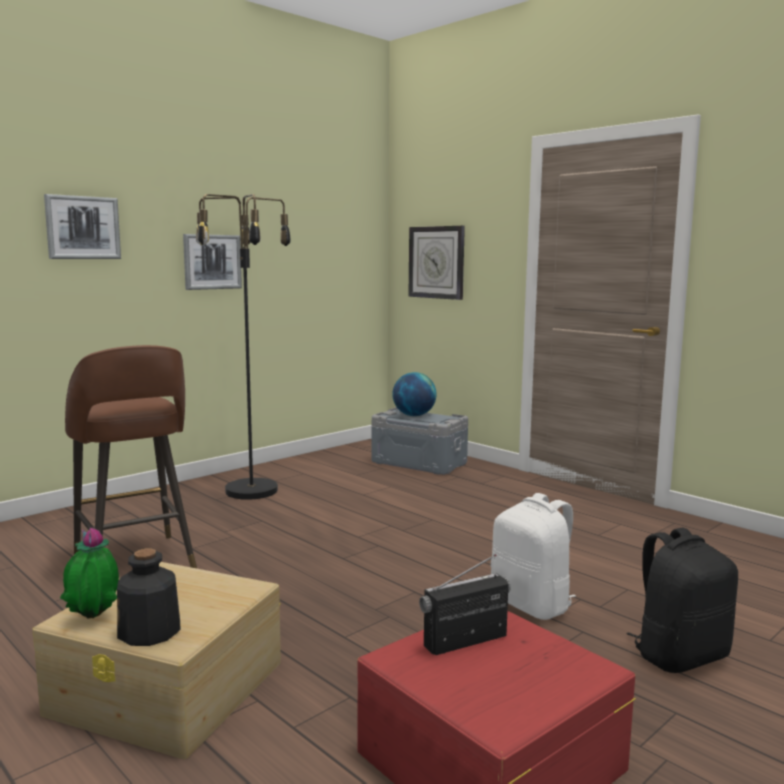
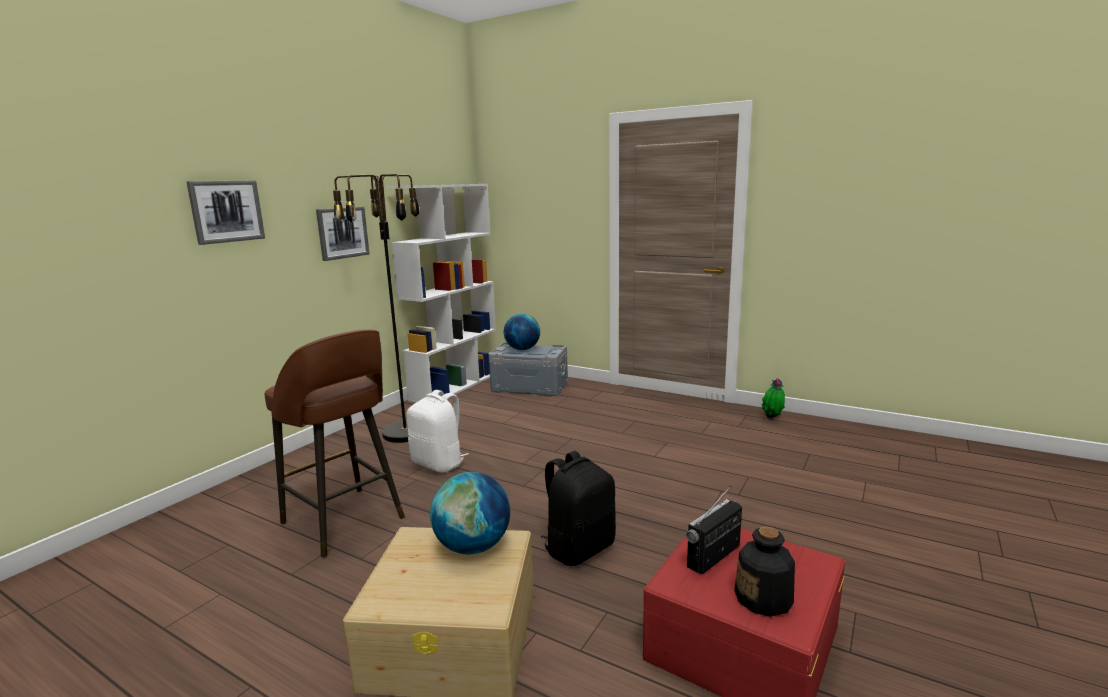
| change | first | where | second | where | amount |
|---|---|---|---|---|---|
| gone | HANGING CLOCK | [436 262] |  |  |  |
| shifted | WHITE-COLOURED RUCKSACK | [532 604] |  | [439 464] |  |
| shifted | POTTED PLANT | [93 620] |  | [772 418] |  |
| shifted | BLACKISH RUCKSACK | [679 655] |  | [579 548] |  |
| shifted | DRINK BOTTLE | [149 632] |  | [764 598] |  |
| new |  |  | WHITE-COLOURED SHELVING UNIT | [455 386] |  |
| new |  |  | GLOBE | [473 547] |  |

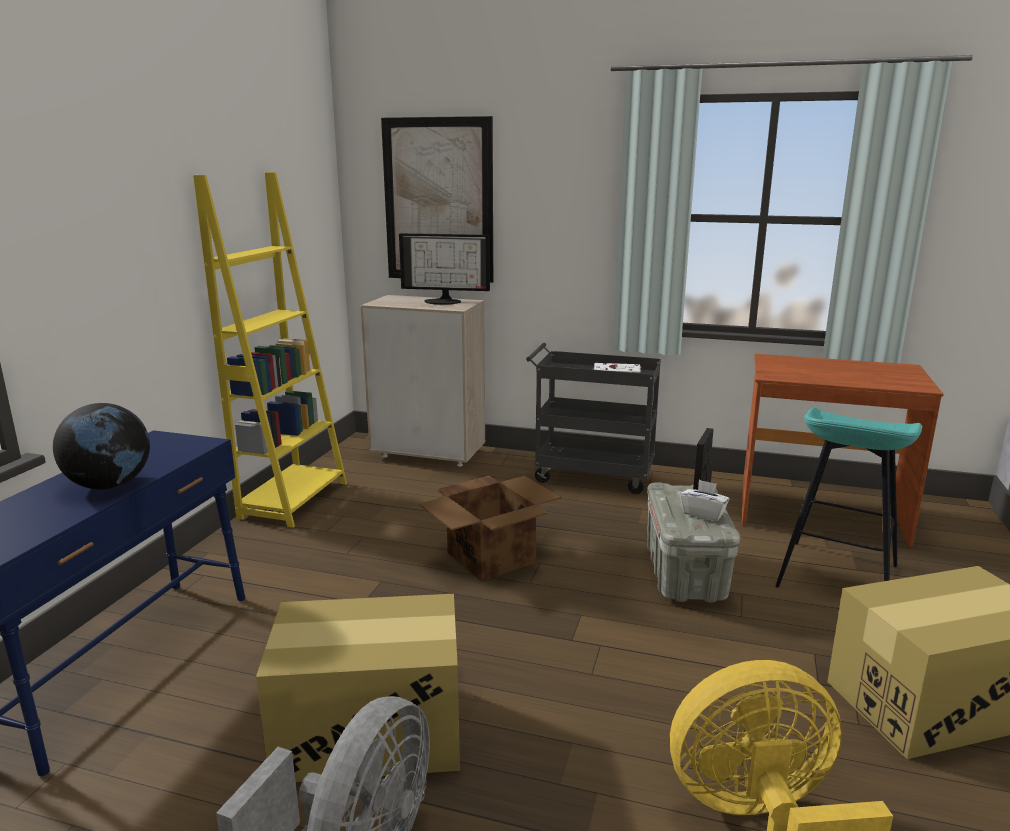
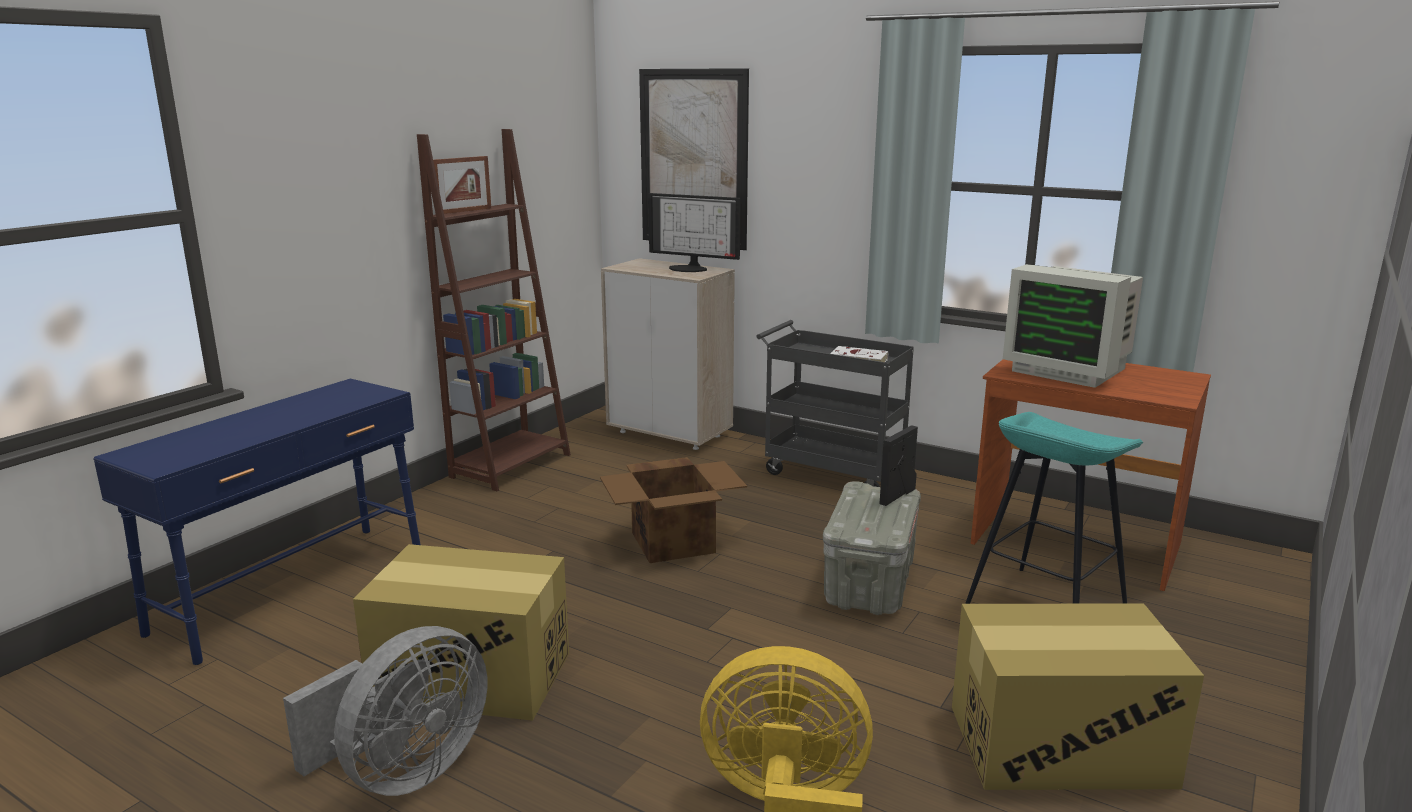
| change | first | where | second | where | amount |
|---|---|---|---|---|---|
| repainted | YELLOW SHELVING UNIT | [293 500] | BROWNISH SHELVING UNIT | [510 465] |  |
| gone | GLOBE | [110 485] |  |  |  |
| gone | WHITE-COLOURED BOX OF TISSUES | [703 513] |  |  |  |
| new |  |  | STANDING FRAME | [464 211] |  |
| new |  |  | MONITOR | [1068 369] |  |

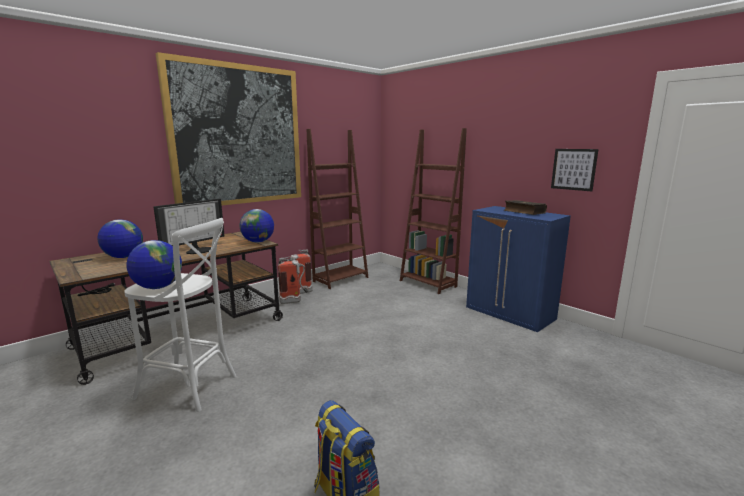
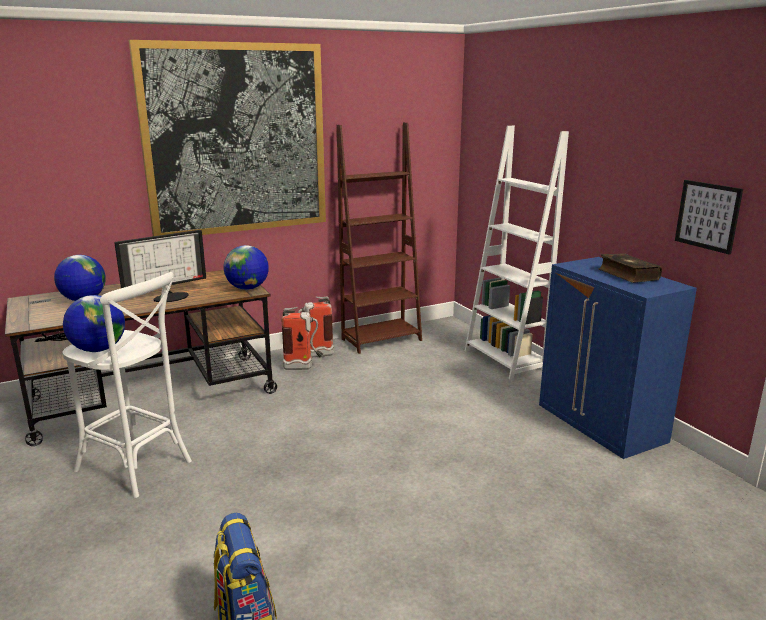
| change | first | where | second | where | amount |
|---|---|---|---|---|---|
| repainted | BROWNISH SHELVING UNIT | [428 283] | WHITE-COLOURED SHELVING UNIT | [504 360] |  |

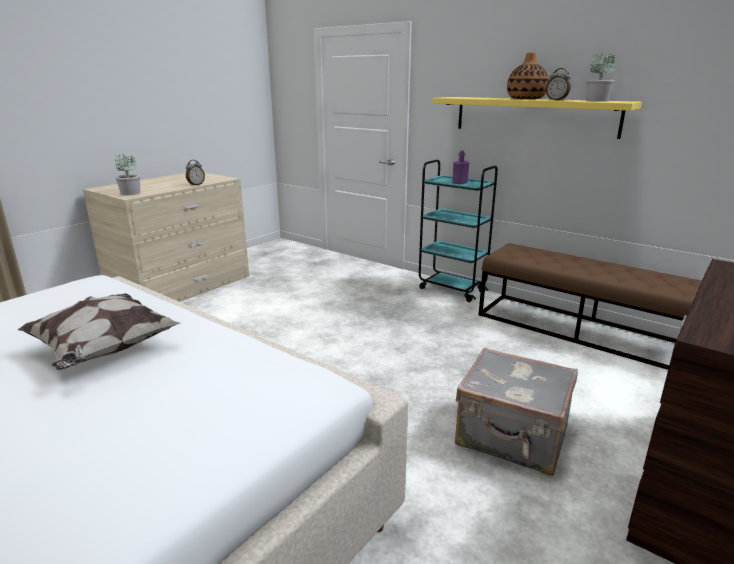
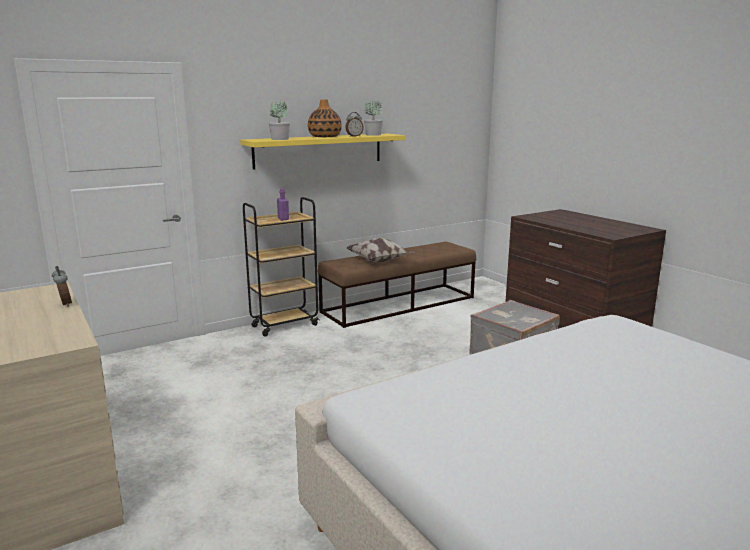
| change | first | where | second | where | amount |
|---|---|---|---|---|---|
| shifted | POTTED PLANT | [130 193] |  | [280 139] |  |
| repainted | BLUE-GREEN CART | [452 290] | BROWNISH CART | [285 325] |  |
| shifted | PILLOW | [104 351] |  | [379 261] |  |

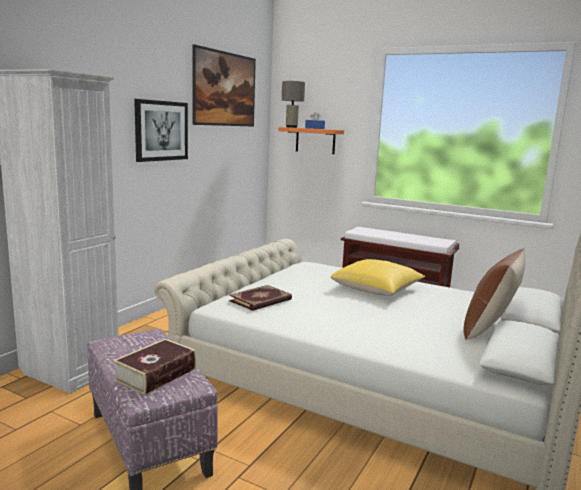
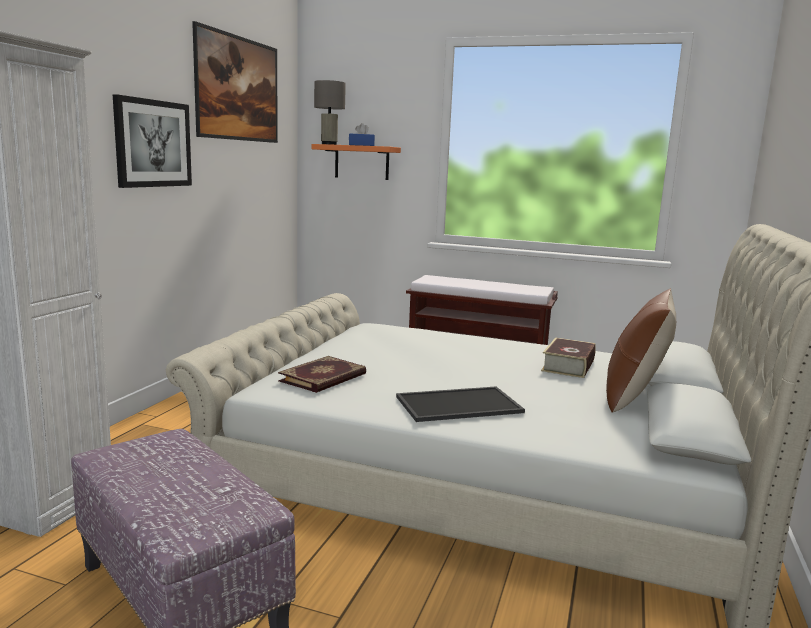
| change | first | where | second | where | amount |
|---|---|---|---|---|---|
| gone | YELLOW PILLOW | [377 289] |  |  |  |
| shifted | BOOK | [156 374] |  | [568 366] |  |
| new |  |  | CARRYING TRAY | [458 405] |  |

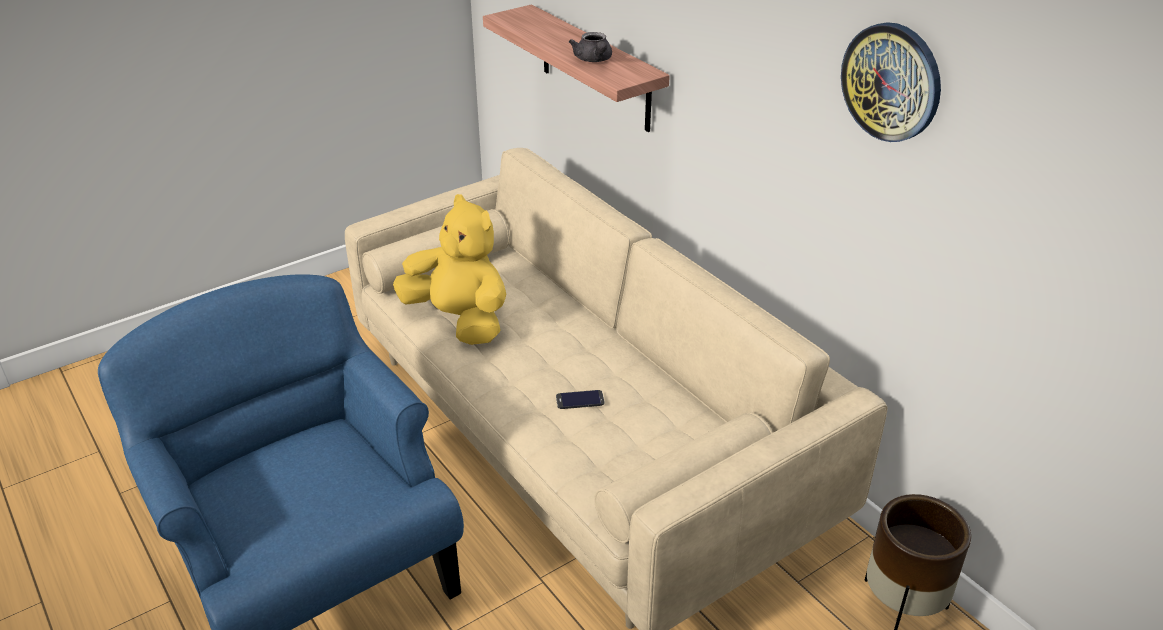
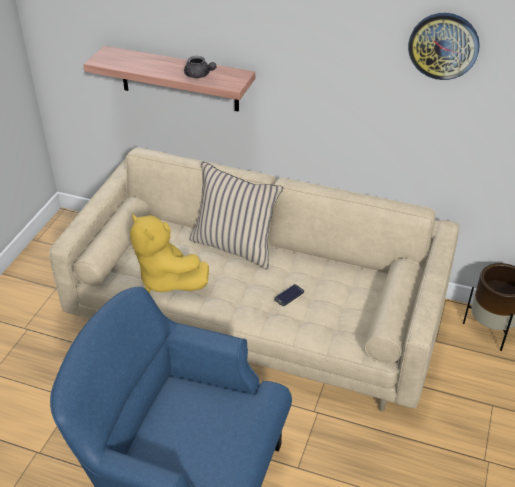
| change | first | where | second | where | amount |
|---|---|---|---|---|---|
| rotated | YELLOW CUDDLY TOY | [459 320] |  | [167 280] | 135 degrees counterclockwise |
| new |  |  | BEIGE PILLOW | [235 246] |  |

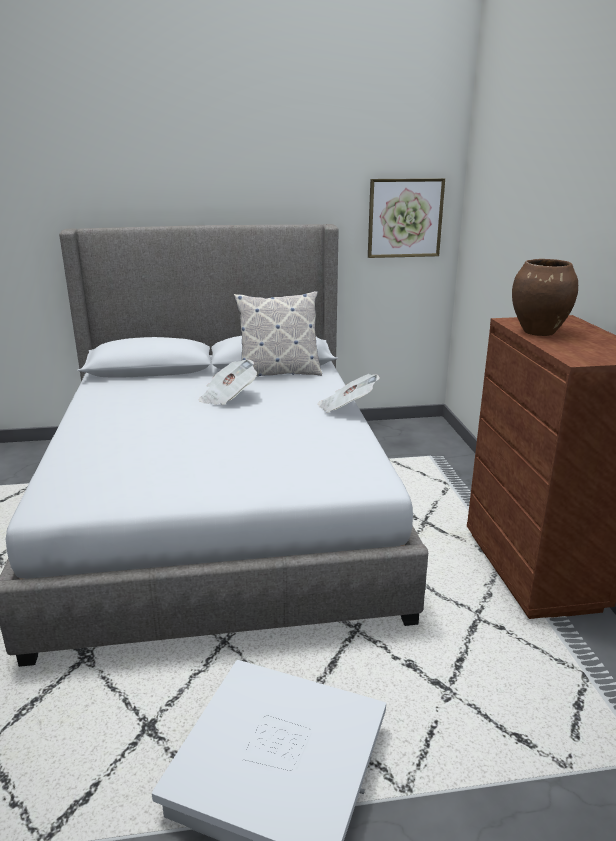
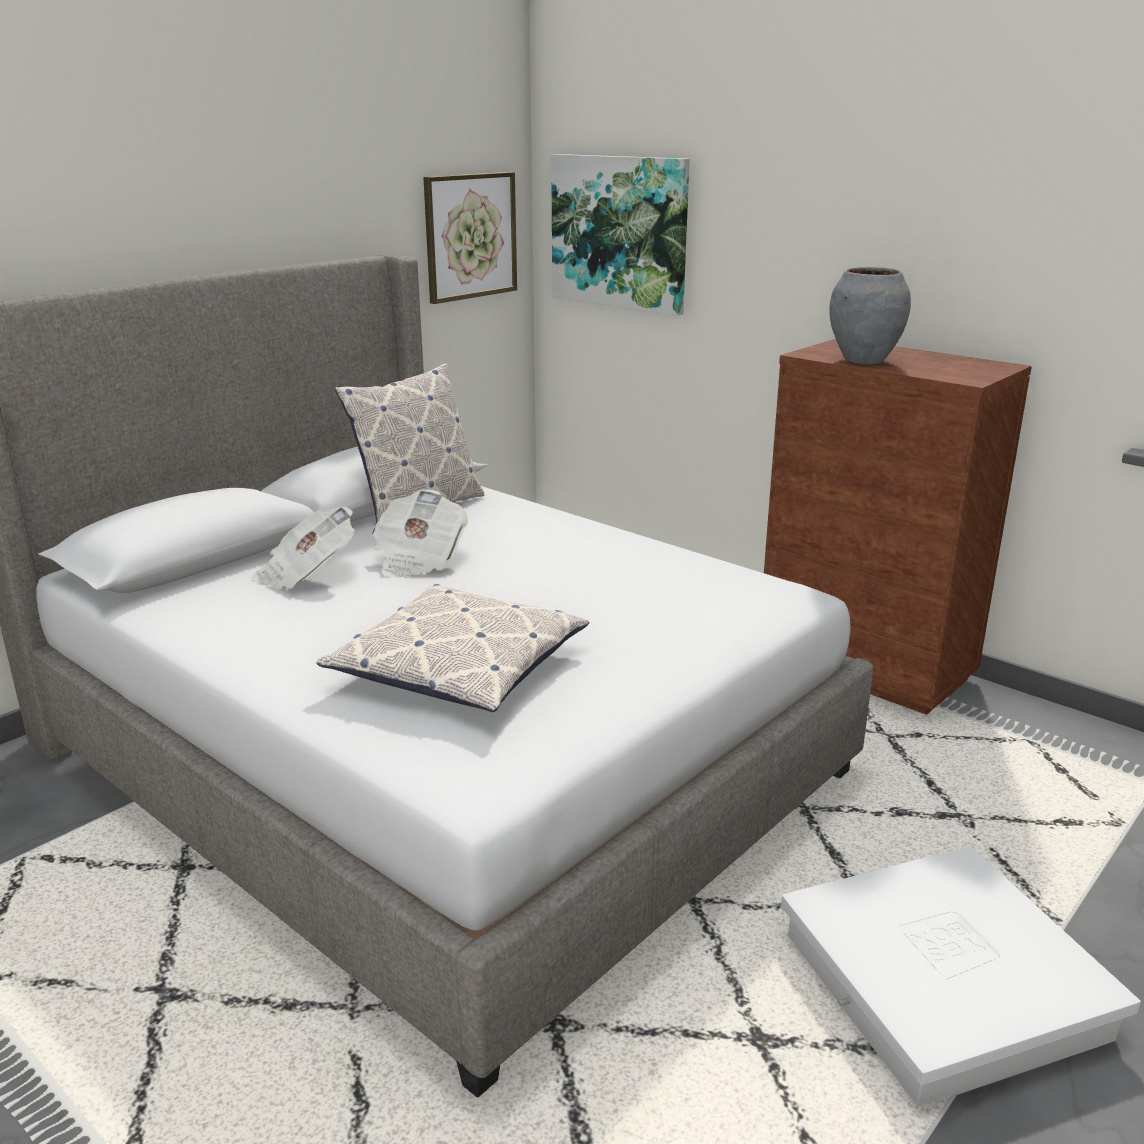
| change | first | where | second | where | amount |
|---|---|---|---|---|---|
| repainted | BROWNISH VASE | [539 332] | GREYISH VASE | [865 360] |  |
| shifted | NEWSPAPER | [346 408] |  | [306 574] |  |
| new |  |  | PICTURE | [619 232] |  |
| new |  |  | PILLOW | [459 665] |  |

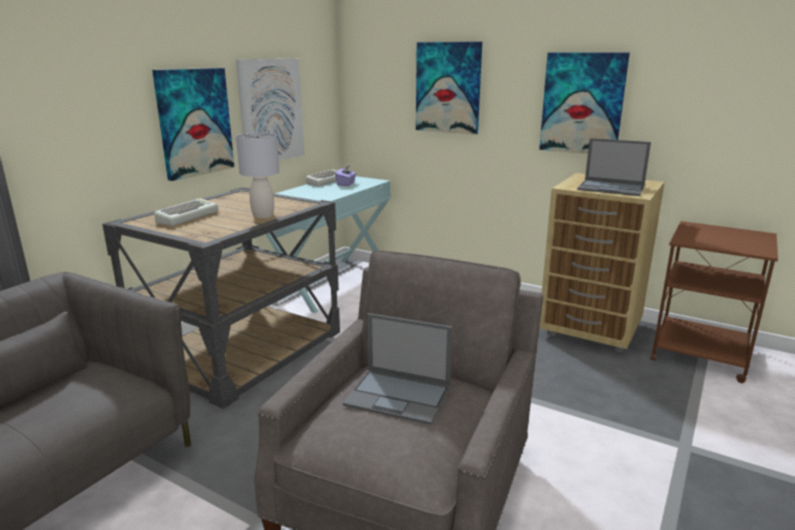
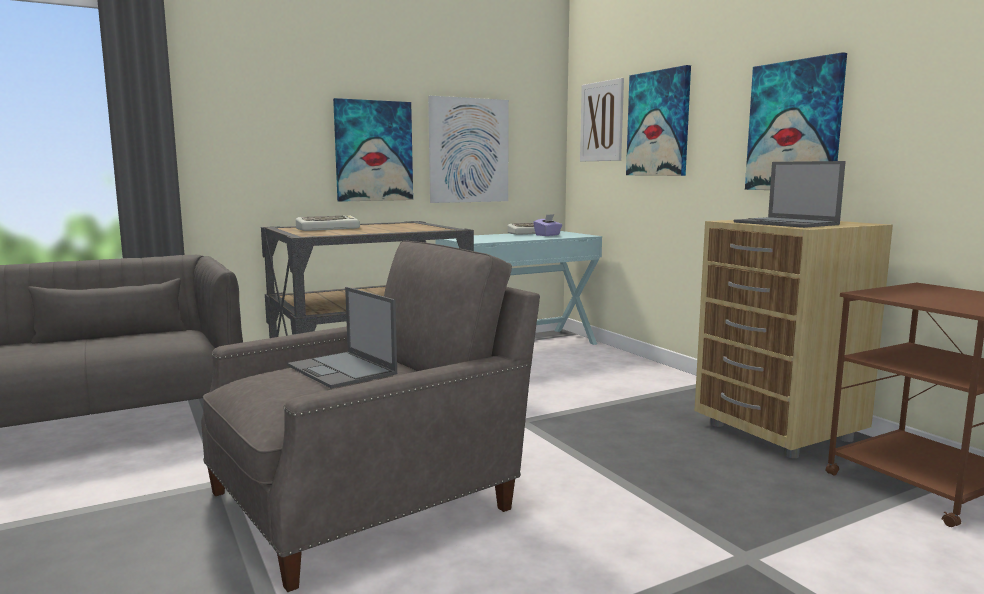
| change | first | where | second | where | amount |
|---|---|---|---|---|---|
| gone | GREYISH TABLE LAMP | [263 215] |  |  |  |
| new |  |  | PICTURE | [602 121] |  |

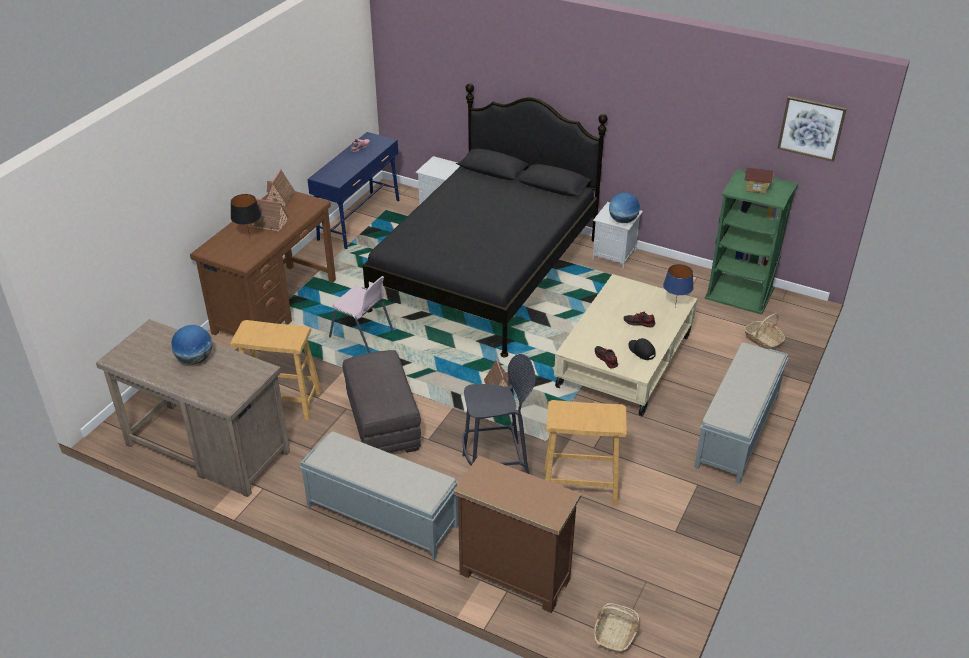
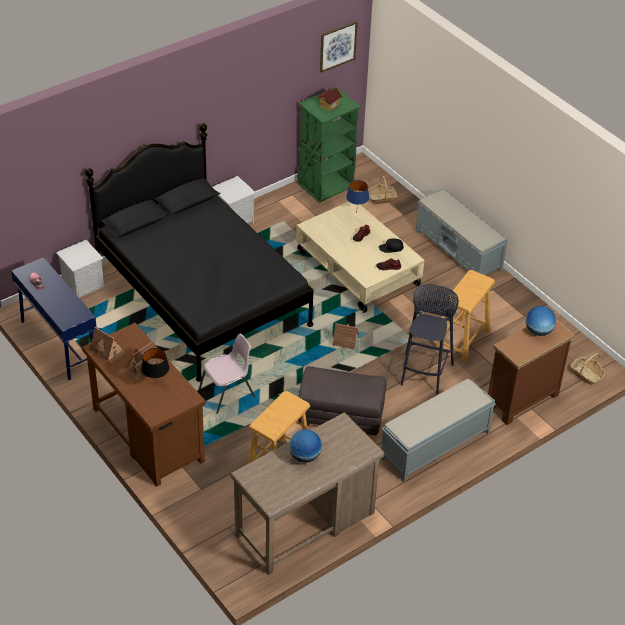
| change | first | where | second | where | amount |
|---|---|---|---|---|---|
| shifted | GLOBE | [622 221] |  | [538 331] |  |

